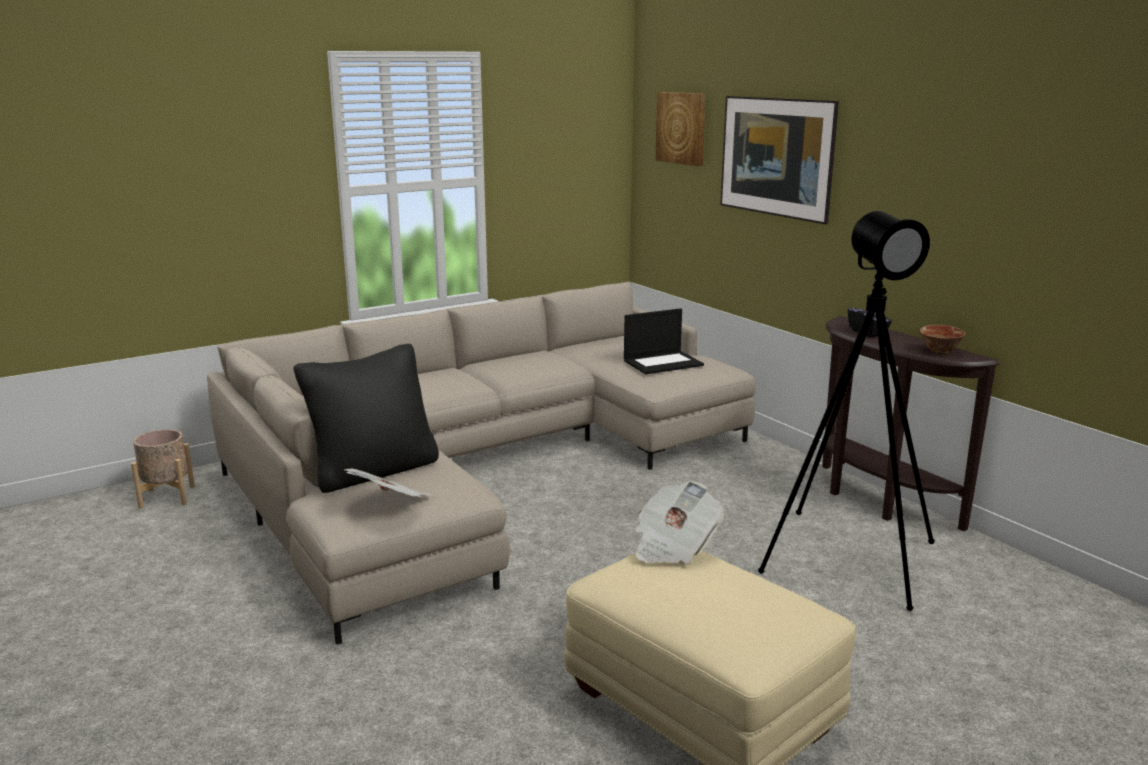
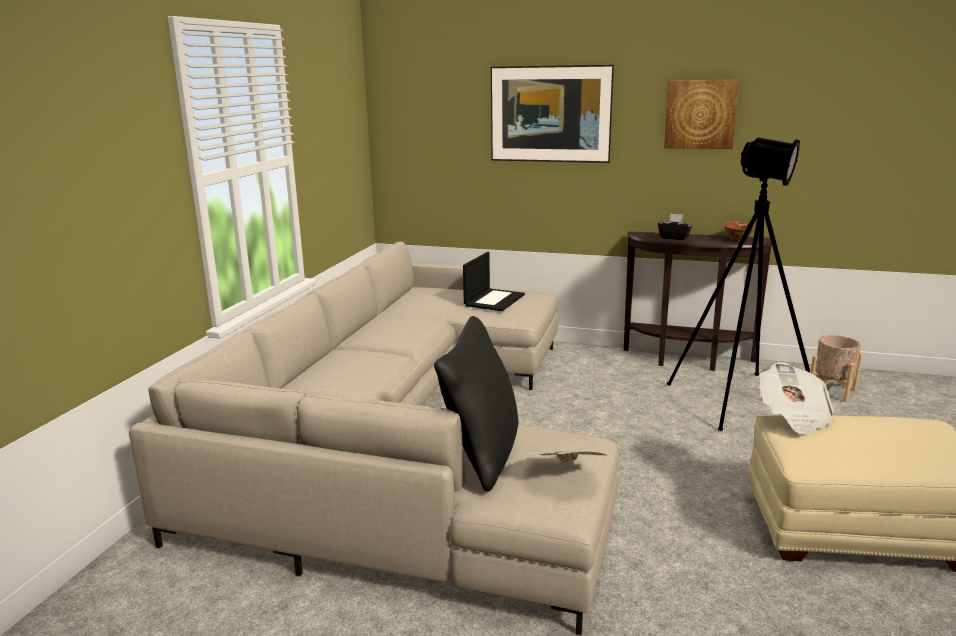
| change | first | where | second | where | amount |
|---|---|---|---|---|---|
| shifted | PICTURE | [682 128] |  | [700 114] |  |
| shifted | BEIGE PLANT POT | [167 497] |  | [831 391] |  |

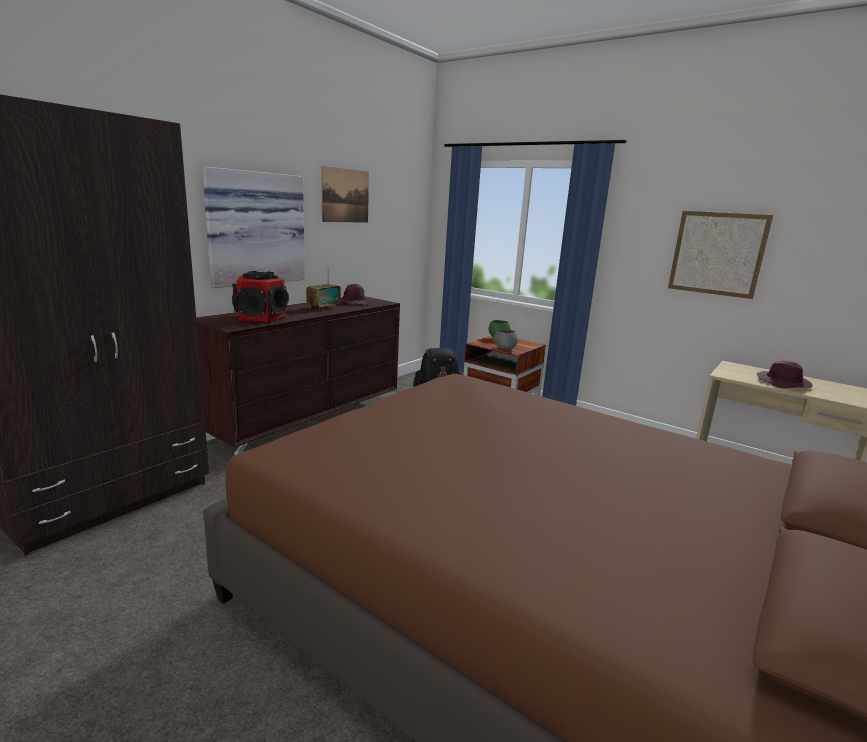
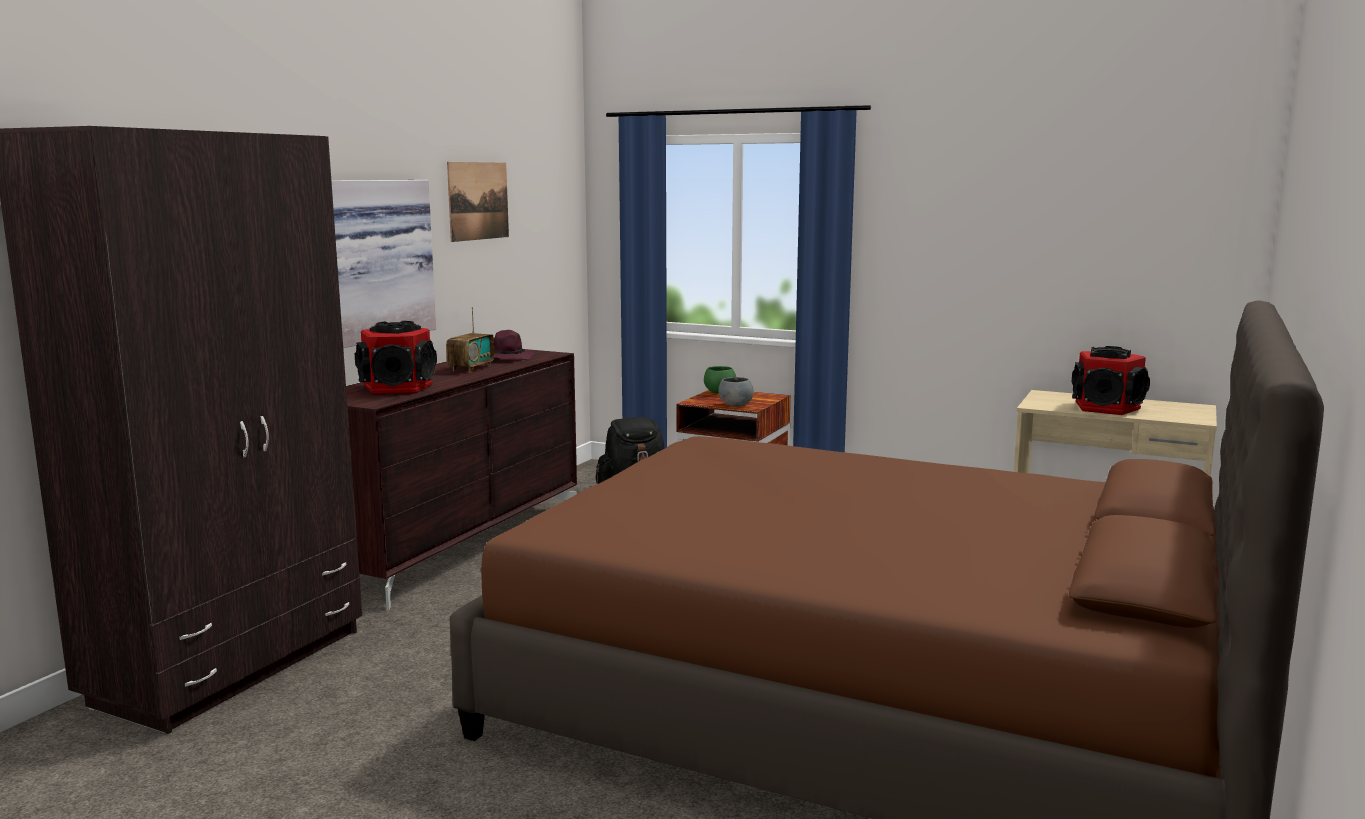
| change | first | where | second | where | amount |
|---|---|---|---|---|---|
| gone | PICTURE | [717 252] |  |  |  |
| swapped | PURPLE-COLOURED CLOTHING HAT | [784 383] | AUDIO SPEAKER | [1106 408] |  |

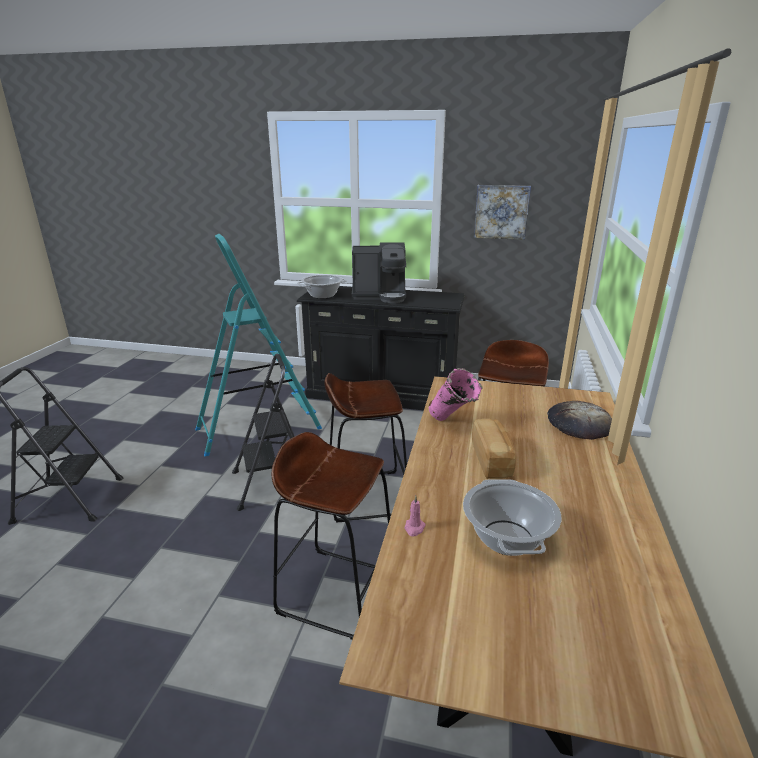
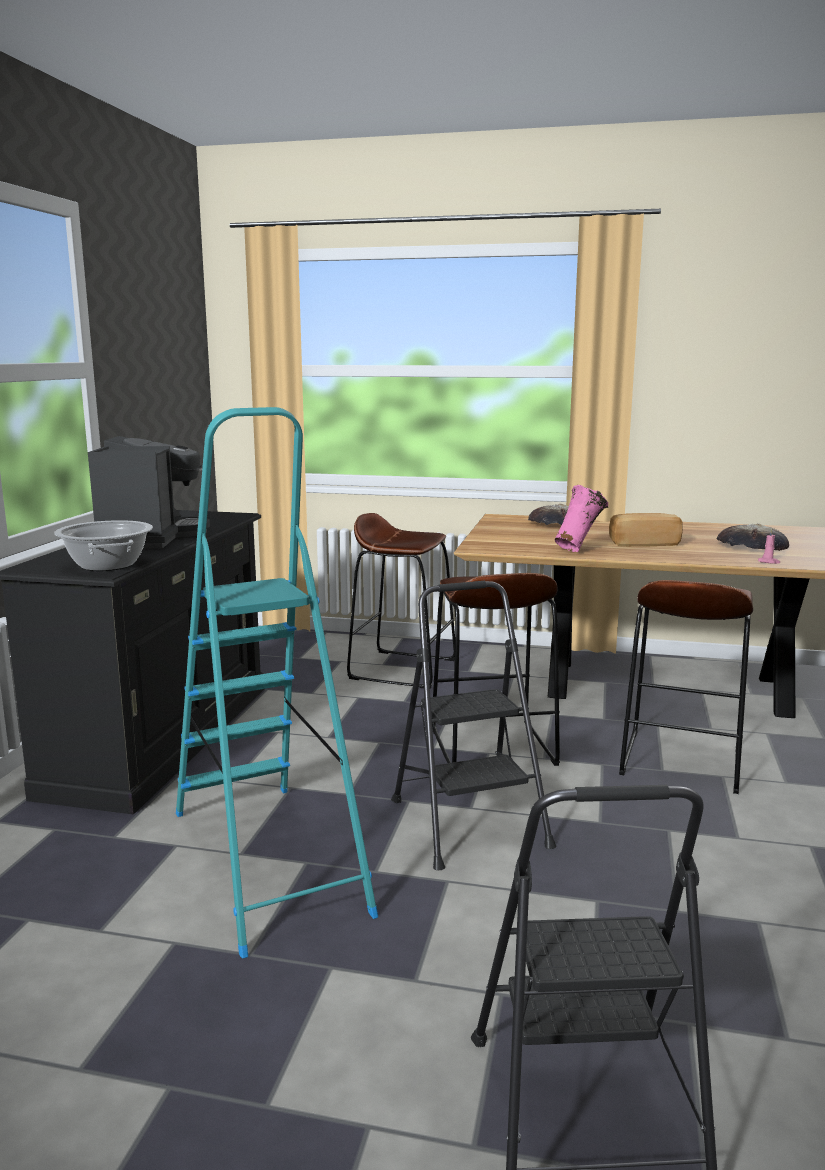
| change | first | where | second | where | amount |
|---|---|---|---|---|---|
| gone | PICTURE | [501 212] |  |  |  |
| swapped | SAUCEPOT | [506 537] | BREAD | [751 545] |  |

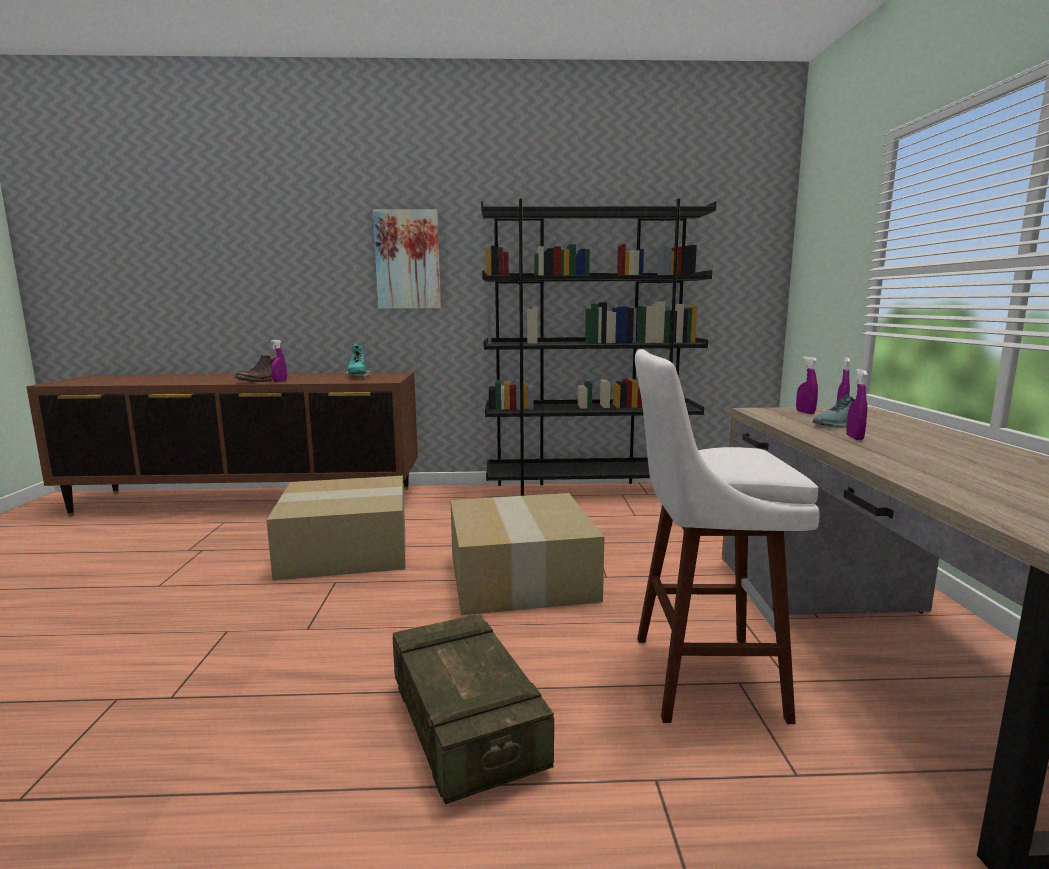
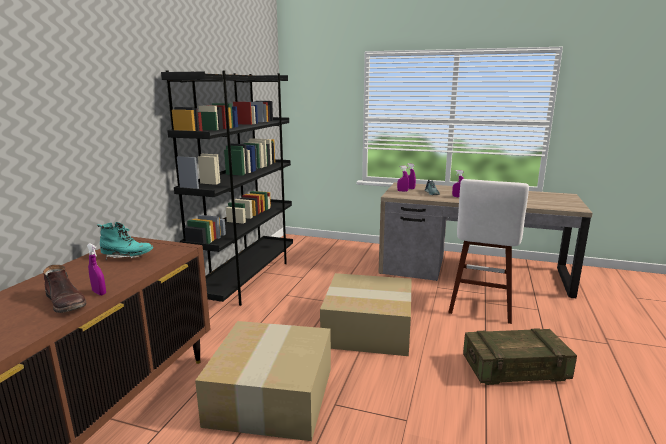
| change | first | where | second | where | amount |
|---|---|---|---|---|---|
| gone | PICTURE | [407 260] |  |  |  |

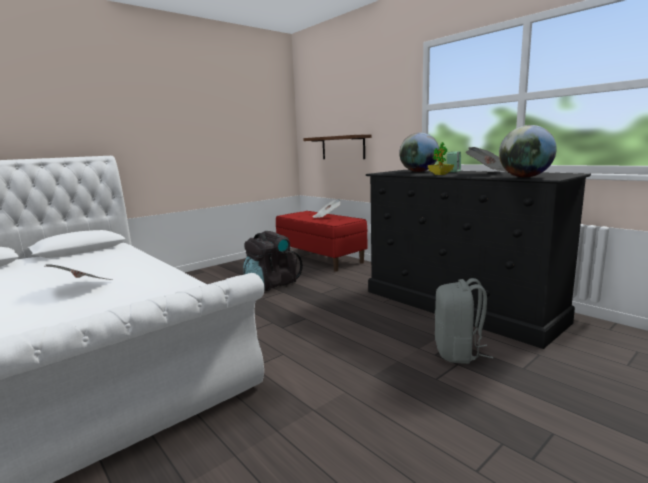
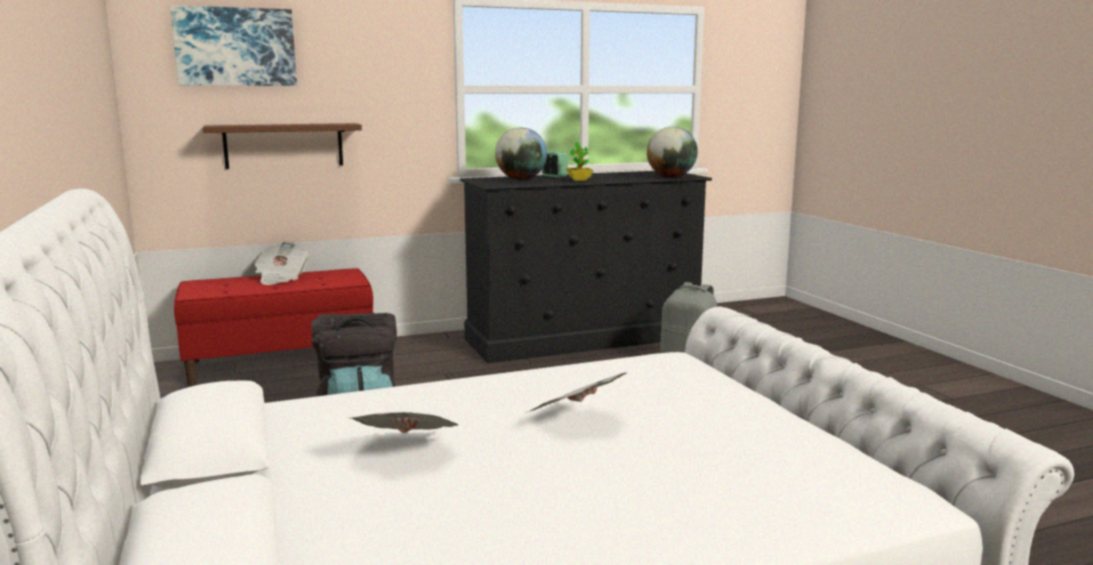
| change | first | where | second | where | amount |
|---|---|---|---|---|---|
| shifted | NEWSPAPER | [490 173] |  | [407 450] |  |
| new |  |  | PICTURE | [235 47] |  |

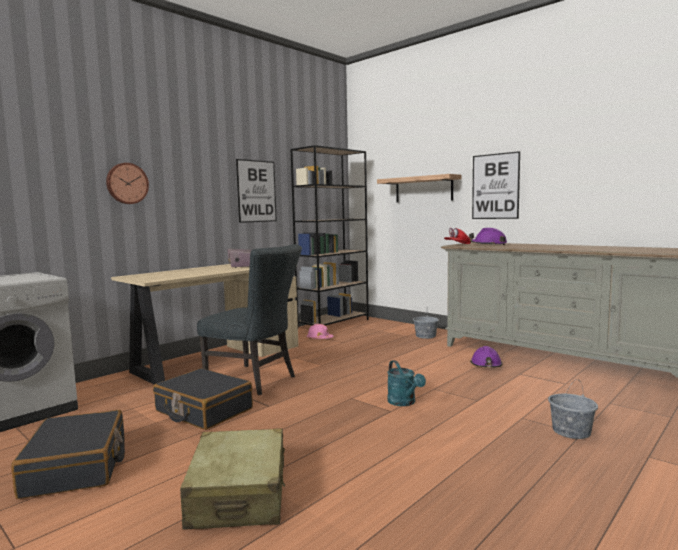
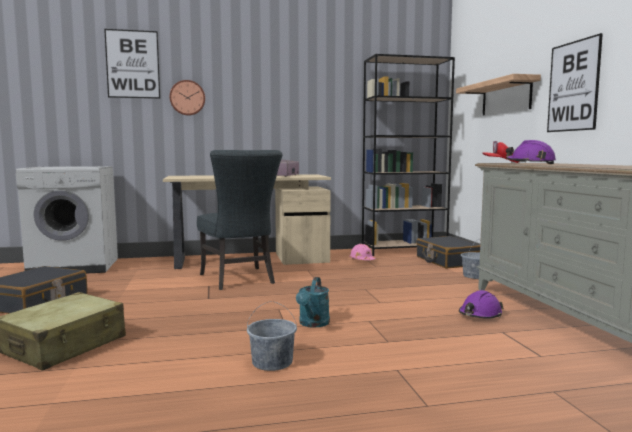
| change | first | where | second | where | amount |
|---|---|---|---|---|---|
| shifted | PICTURE | [256 191] |  | [133 64] |  |
| shifted | BLACKISH TRAVEL CASE | [203 410] |  | [447 261] |  |
| shifted | GREYISH WATER BUCKET | [571 431] |  | [272 362] |  |

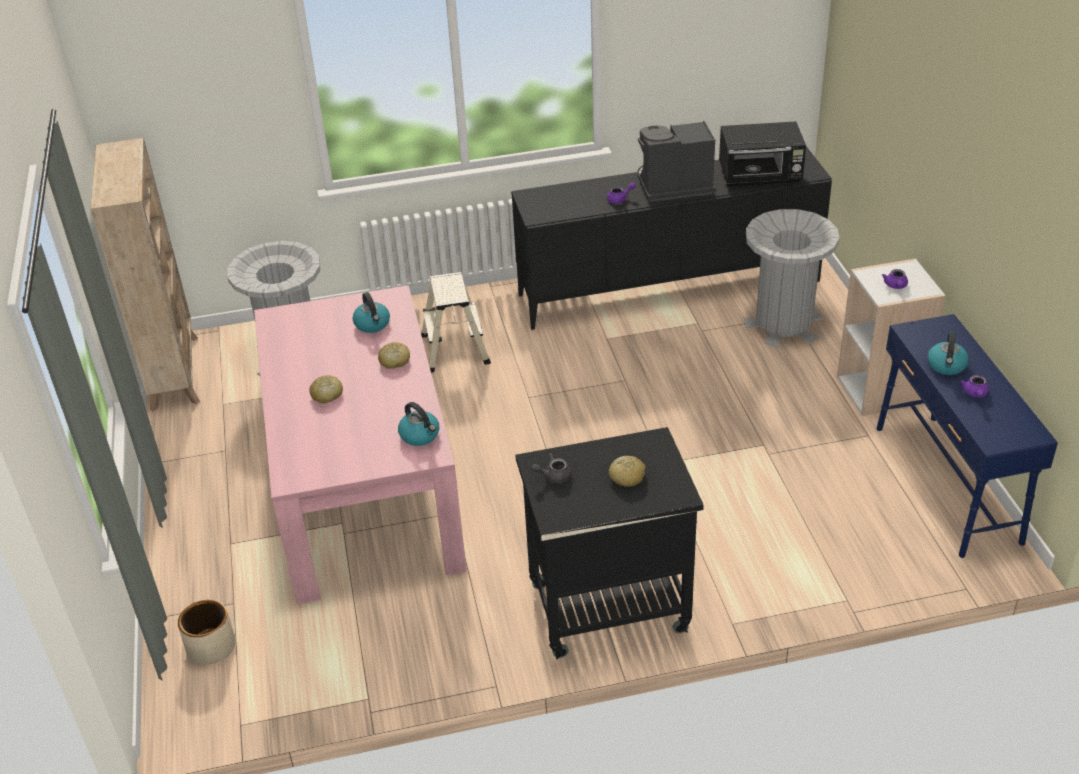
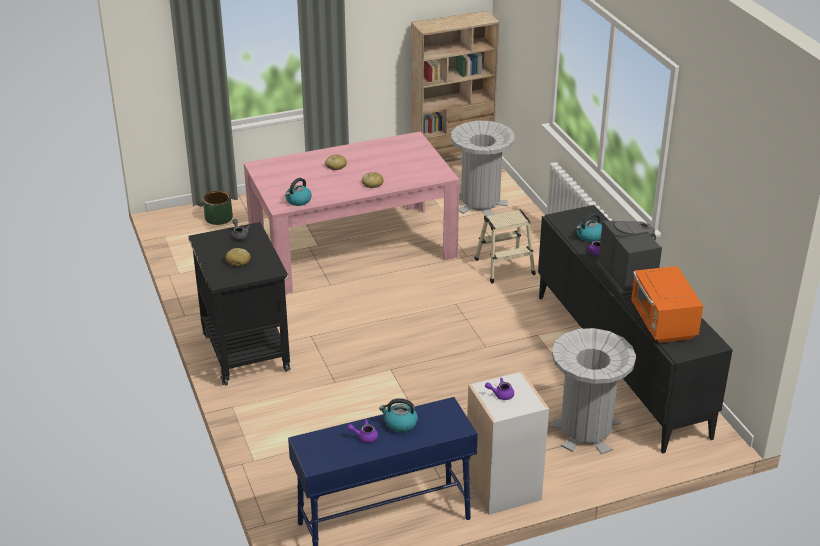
| change | first | where | second | where | amount |
|---|---|---|---|---|---|
| repainted | BLACKISH MICROWAVE | [761 176] | ORANGE MICROWAVE | [662 323] |  |
| shifted | KETTLE | [372 324] |  | [589 236] |  |
| repainted | BEIGE PLANT POT | [211 646] | GREEN PLANT POT | [219 218] |  |

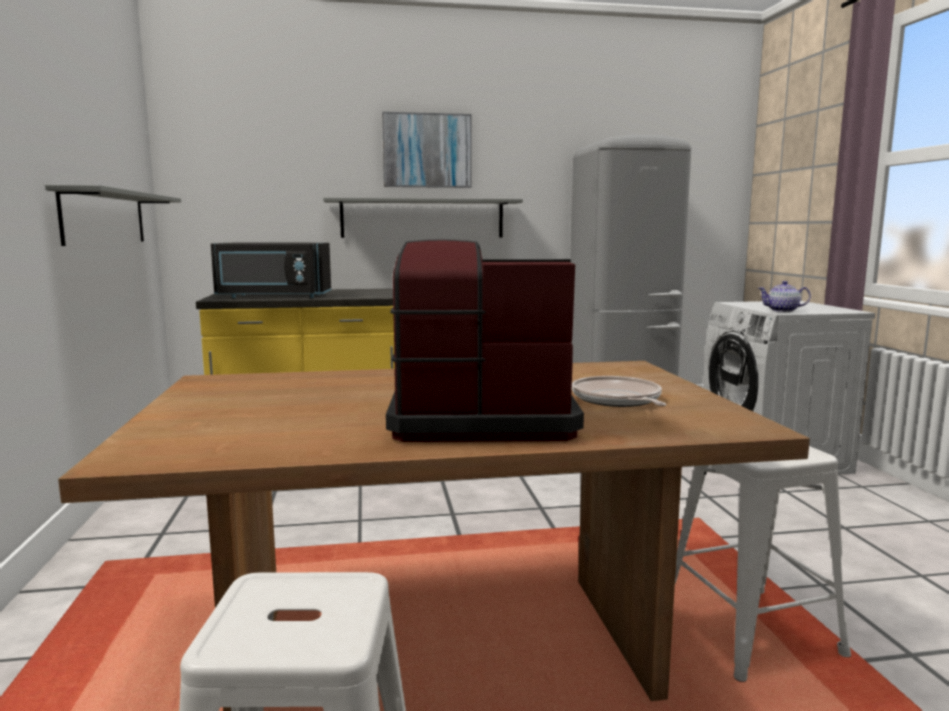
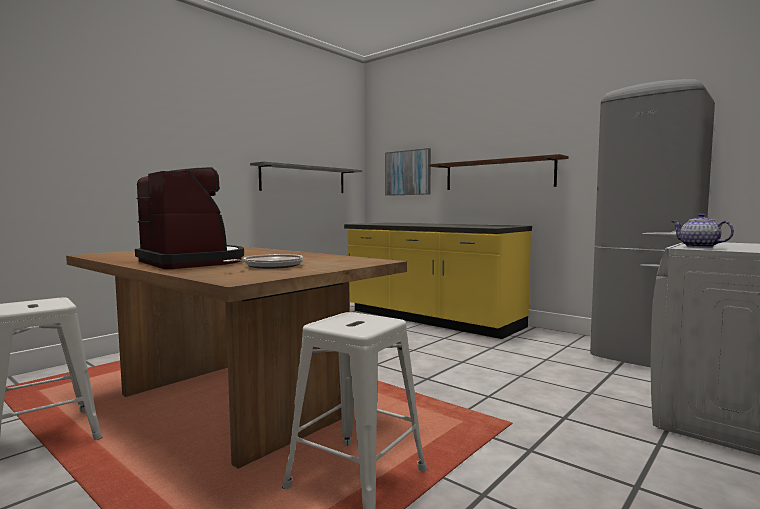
| change | first | where | second | where | amount |
|---|---|---|---|---|---|
| shifted | PICTURE | [427 150] |  | [408 173] |  |
| repainted | GREYISH BRACKET SHELF | [422 218] | BROWNISH BRACKET SHELF | [498 174] |  |
| gone | BLACKISH MICROWAVE | [273 296] |  |  |  |

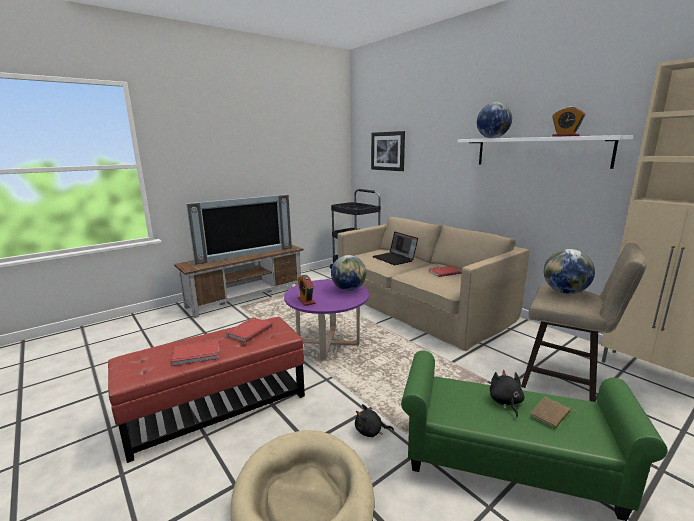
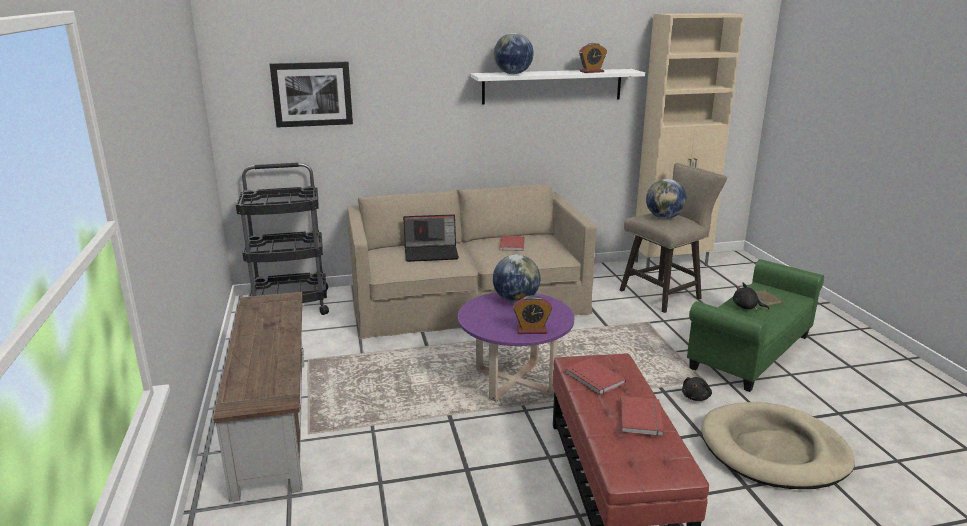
| change | first | where | second | where | amount |
|---|---|---|---|---|---|
| gone | TV | [244 254] |  |  |  |

